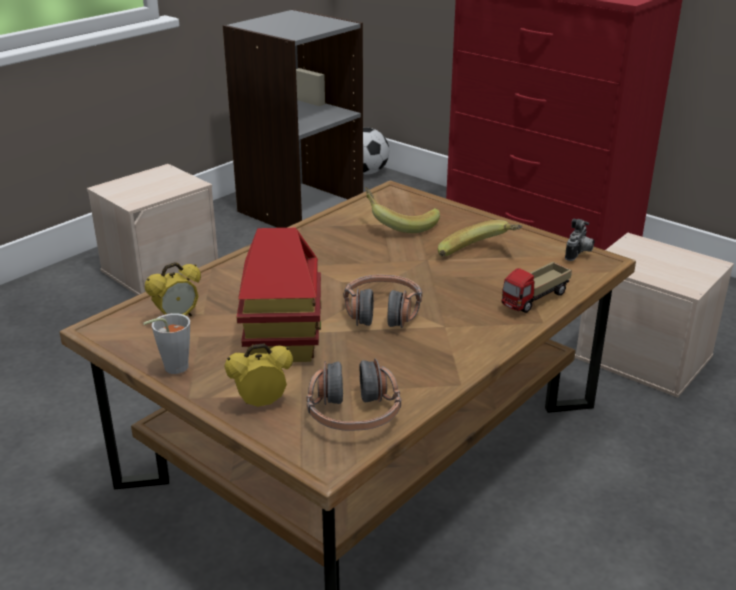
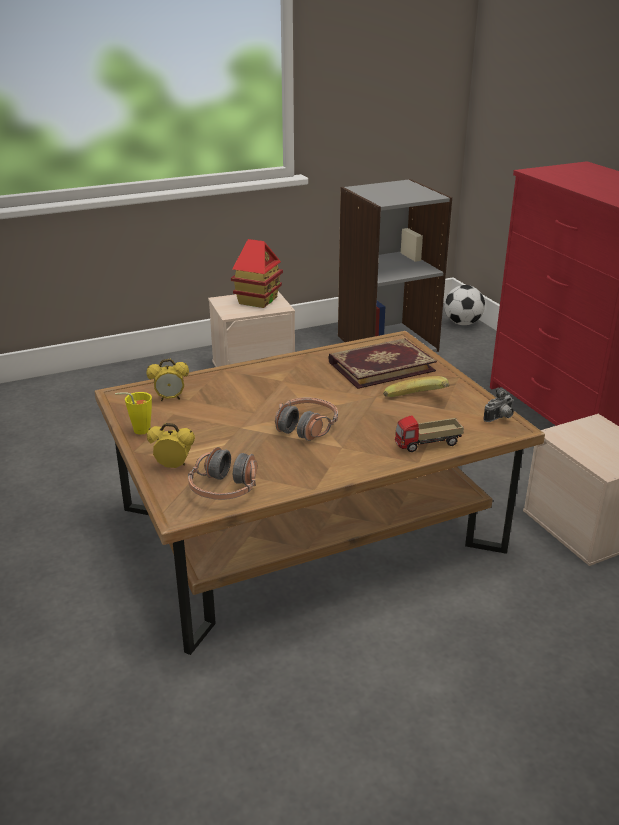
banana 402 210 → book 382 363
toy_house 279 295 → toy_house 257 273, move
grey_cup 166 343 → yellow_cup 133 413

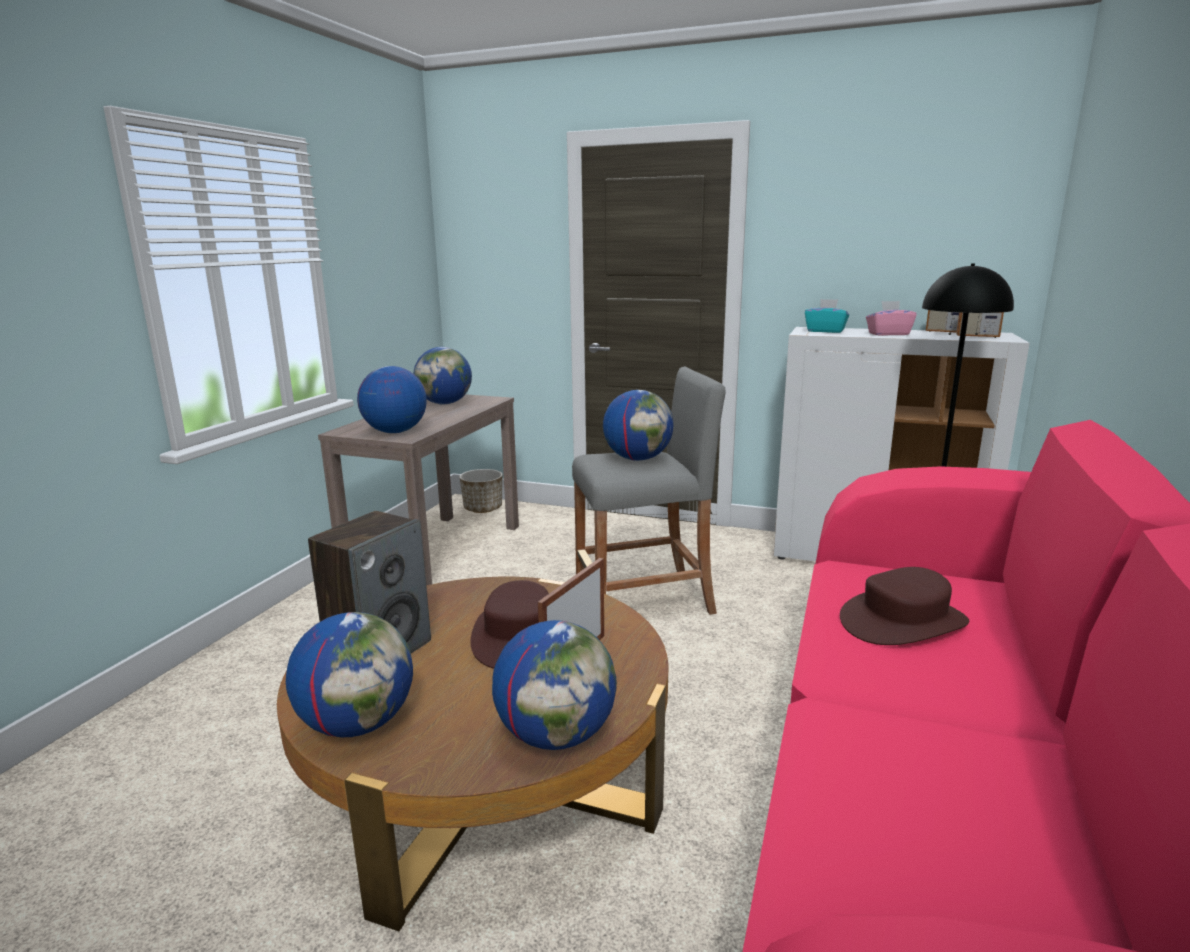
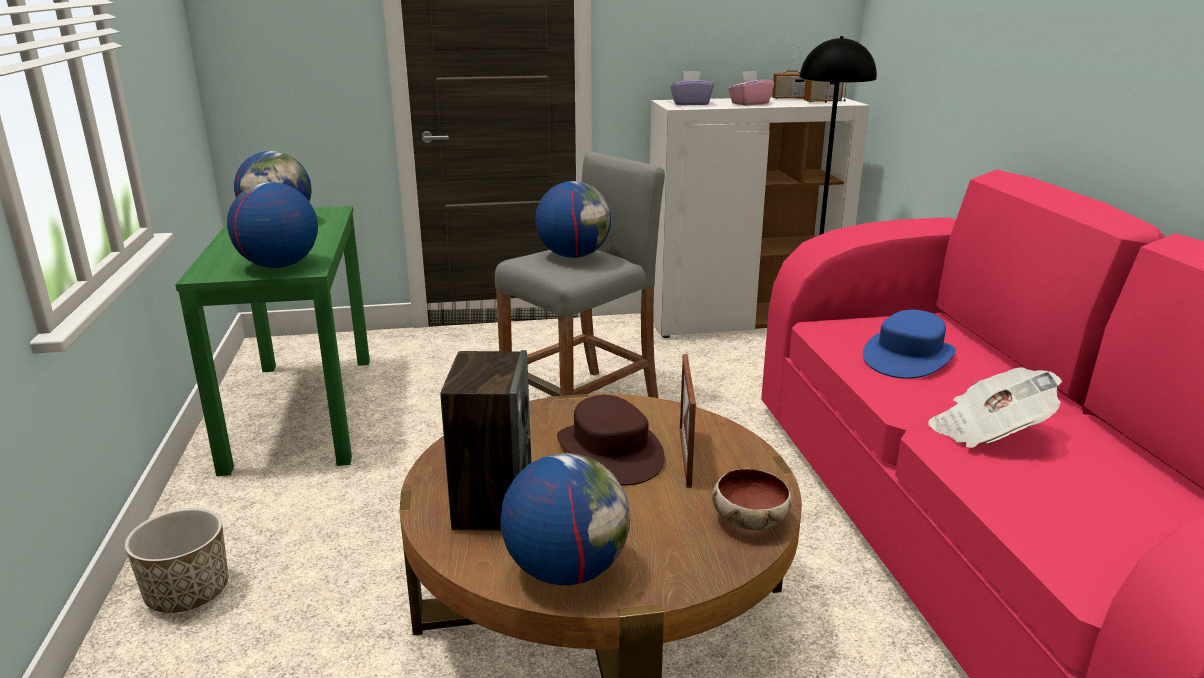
turquoise_tissue_box 827 316 → purple_tissue_box 692 88
brown_console_table 418 490 → green_console_table 272 341
planter 480 491 → planter 176 560, move
brown_hat 904 606 → blue_hat 909 344
globe 554 685 → bowl 752 499
- → newspaper 995 407

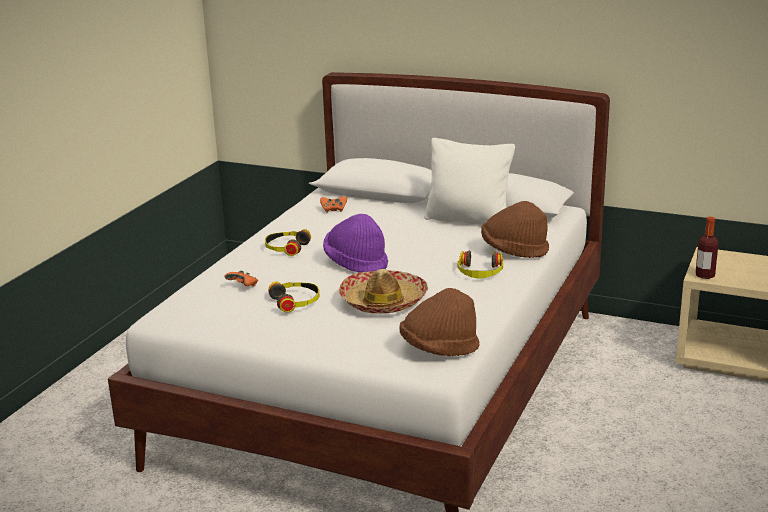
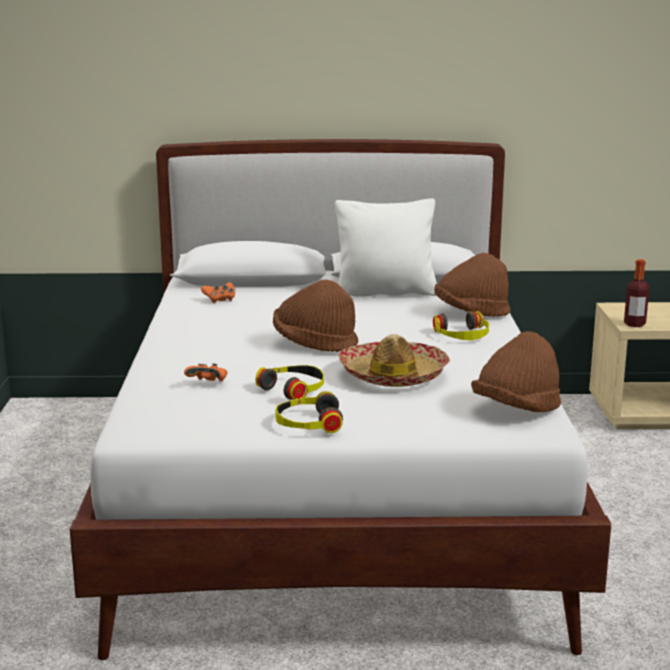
purple_hat 355 243 → brown_hat 315 316
headphones 288 242 → headphones 309 412, move

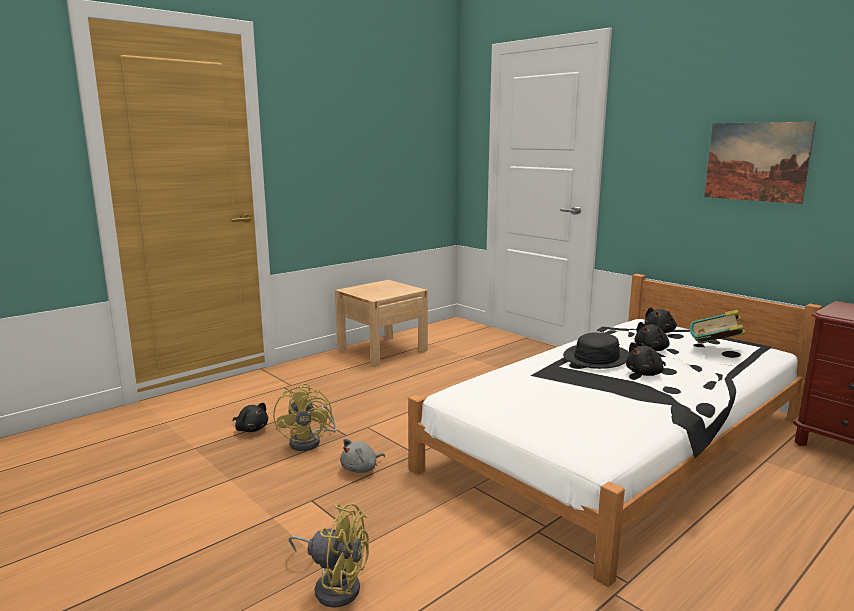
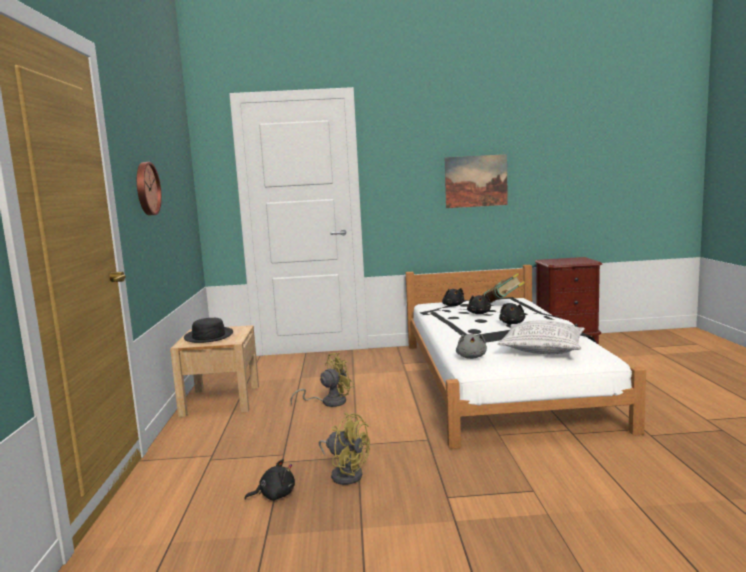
black_hat 596 350 → black_hat 208 330, move
grey_plush_toy 362 456 → grey_plush_toy 471 346, move
yellow_fan 329 555 → yellow_fan 322 379, move
- → wall_clock 149 188
- → pillow 541 337

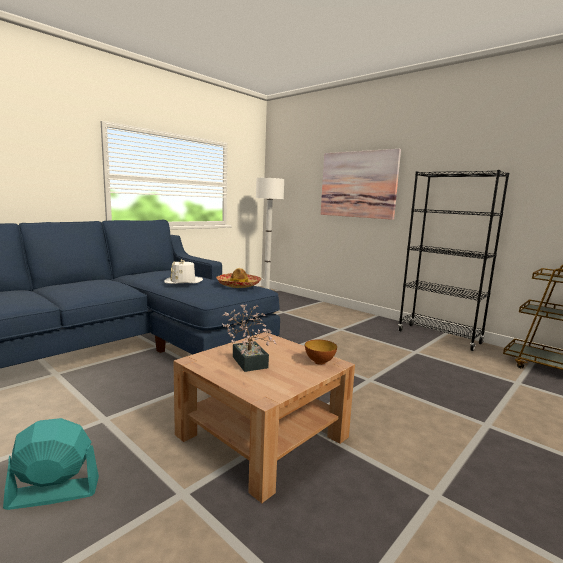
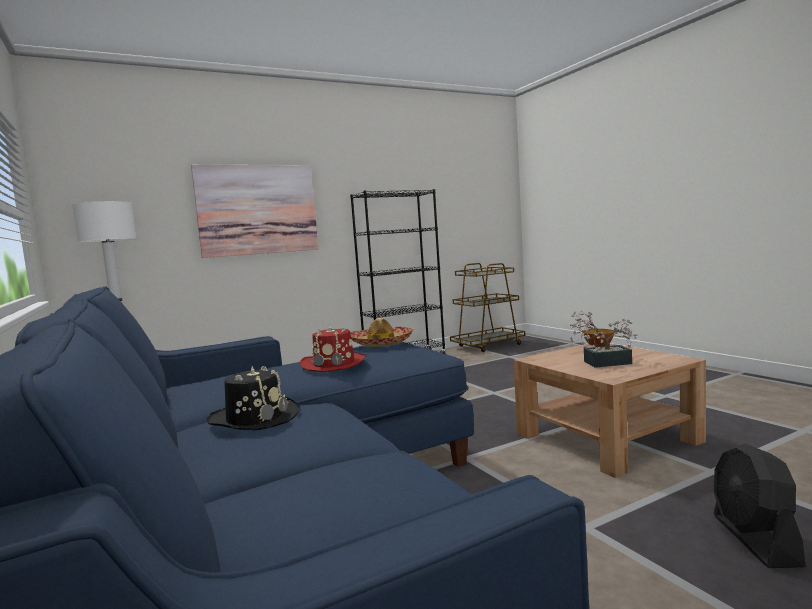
white_hat 183 271 → red_hat 333 348
turquoise_fan 51 464 → black_fan 759 506
- → black_hat 253 398

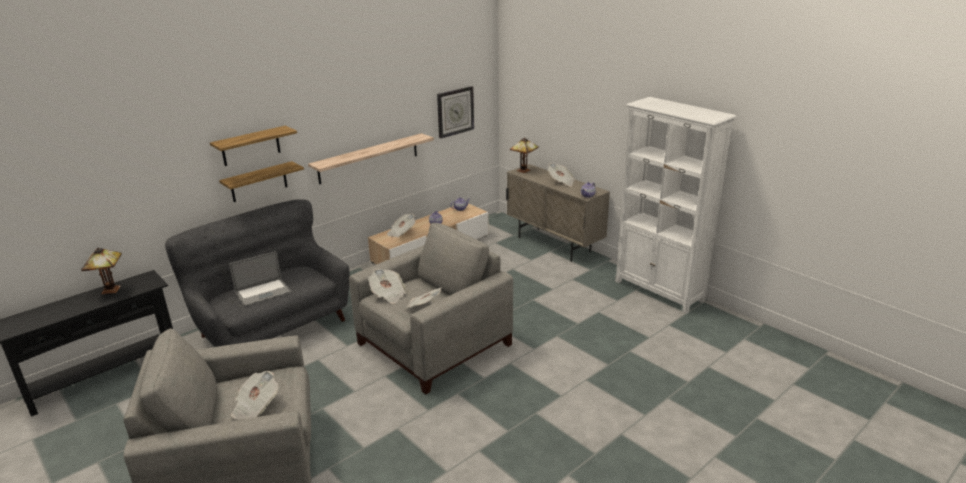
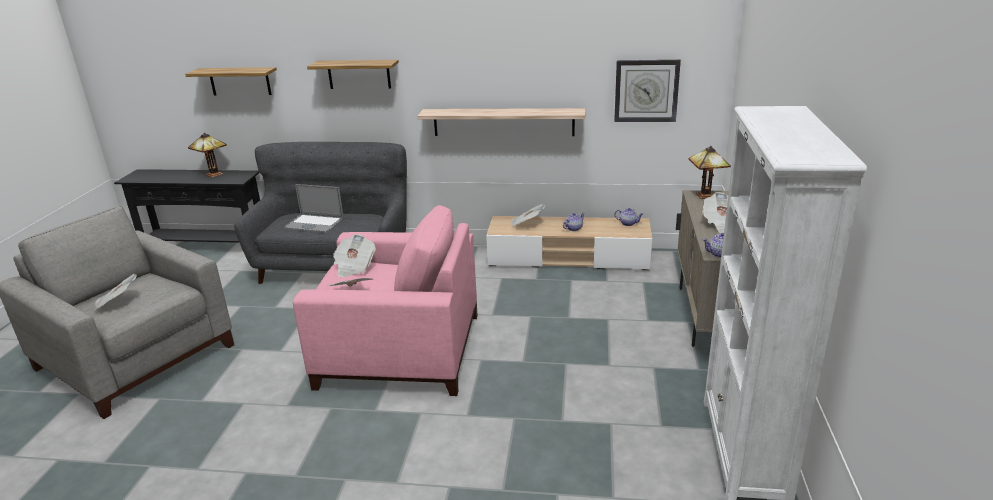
shelf 261 181 → shelf 231 81, move
grey_armchair 431 308 → pink_armchair 385 300

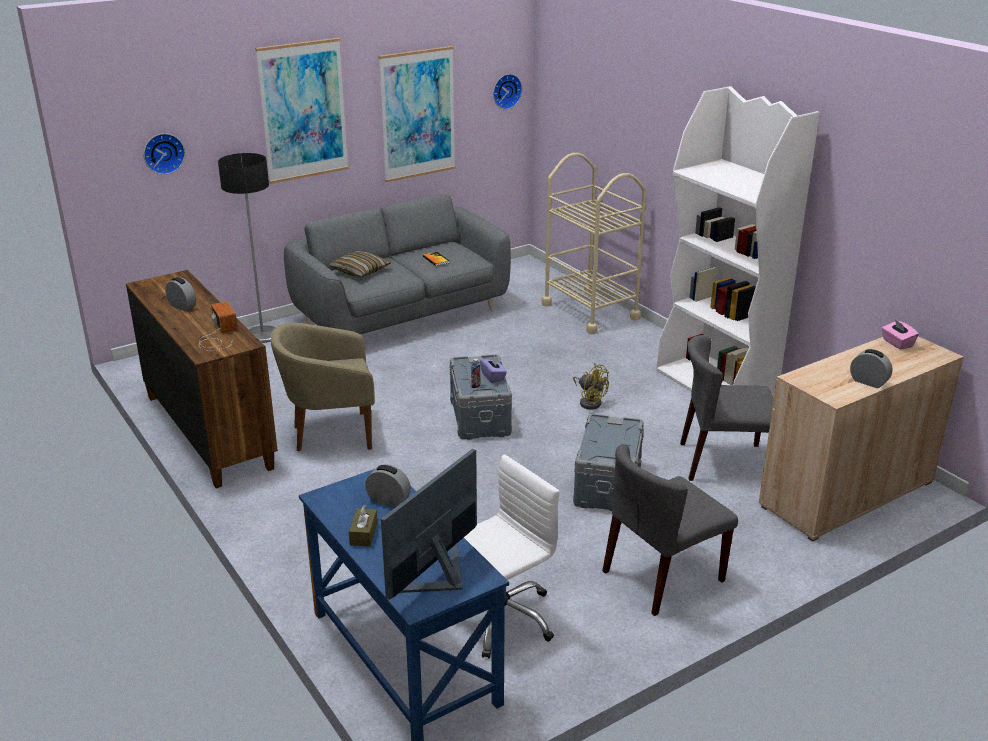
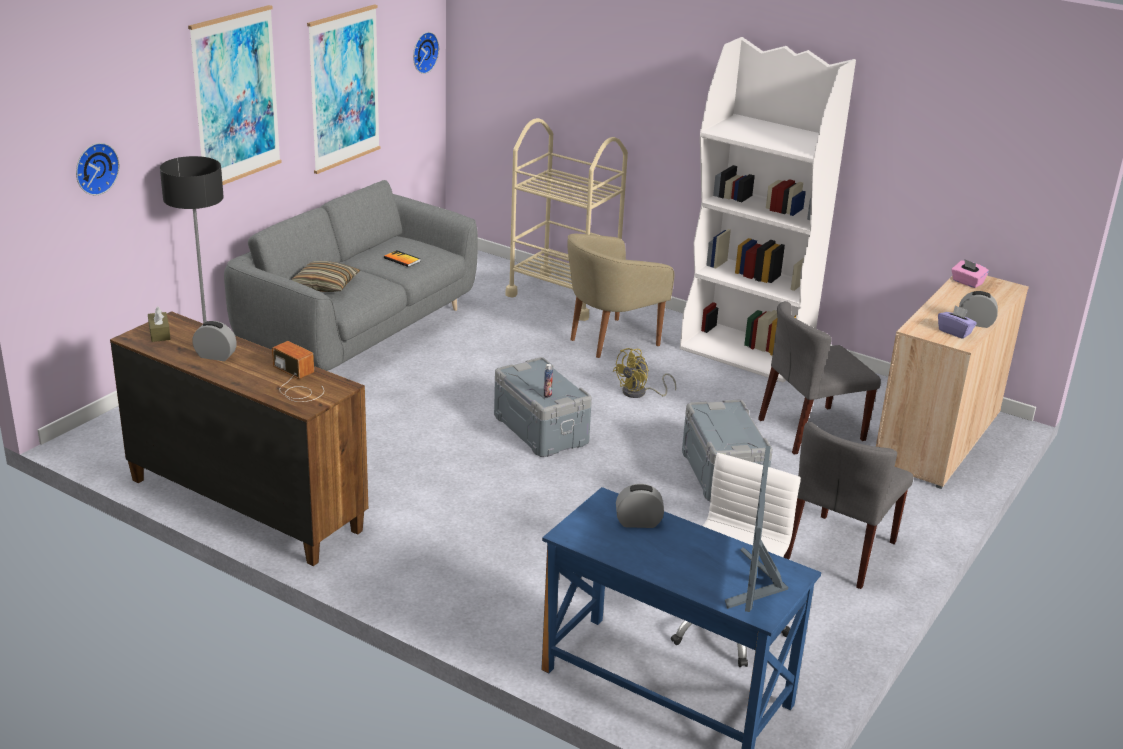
beige_armchair 323 386 → beige_armchair 620 296, move
purple_tissue_box 493 369 → purple_tissue_box 957 322, move
yellow_fan 591 386 → yellow_fan 644 373, 120 degrees clockwise
brown_tissue_box 363 525 → brown_tissue_box 159 324, move

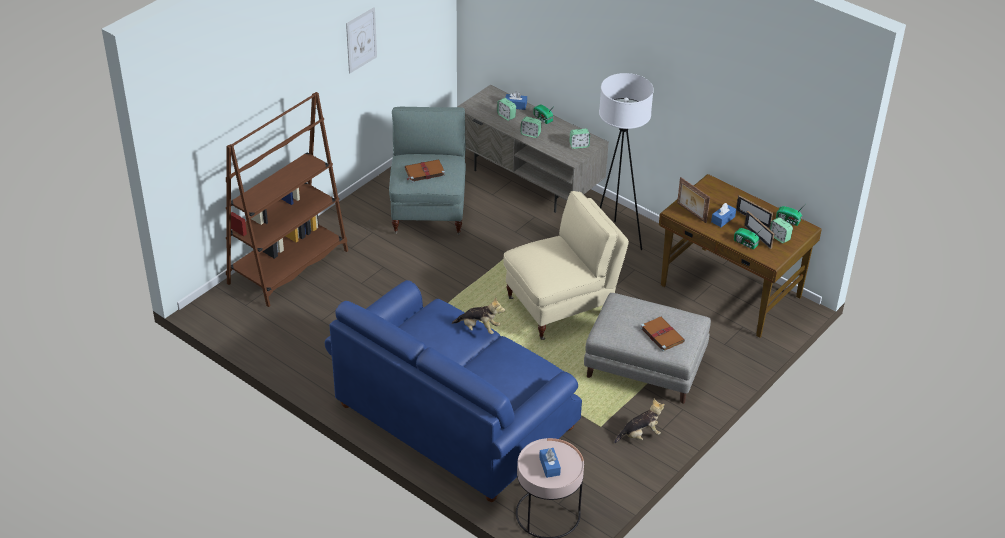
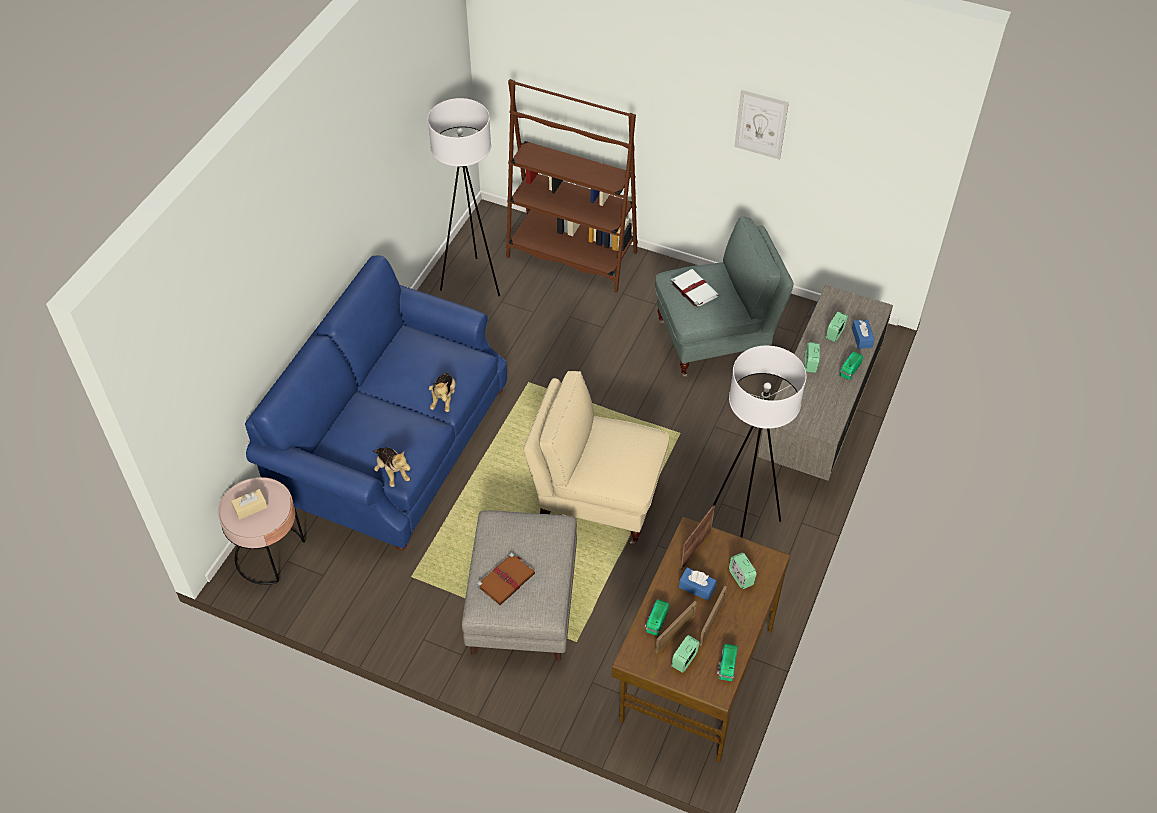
alarm_clock 579 139 → alarm_clock 743 570, move
brown_book 425 170 → white_book 694 288
beige_armchair 566 265 → beige_armchair 596 457, 150 degrees clockwise
plush_toy 639 421 → plush_toy 392 467, move
blue_tissue_box 550 463 → beige_tissue_box 249 504
- → white_floor_lamp 464 197

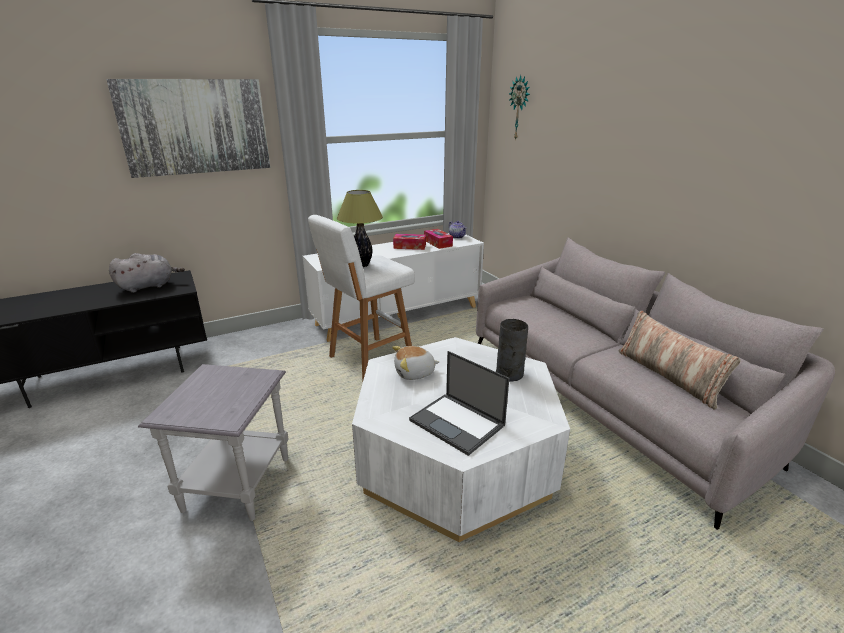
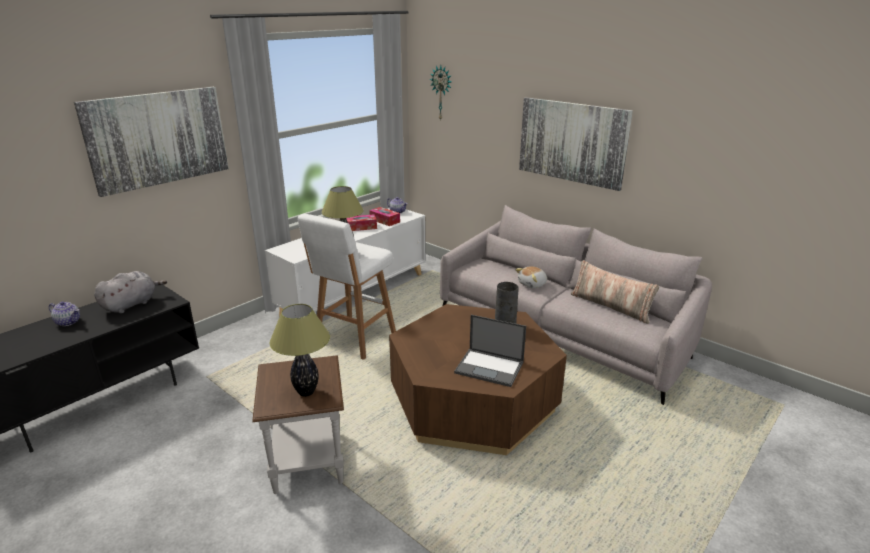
white_coffee_table 461 439 → brown_coffee_table 478 379
plush_toy 415 363 → plush_toy 531 277, move
grey_side_table 213 442 → brown_side_table 298 425
- → picture 576 144
- → teapot 64 313
- → table_lamp 300 350

